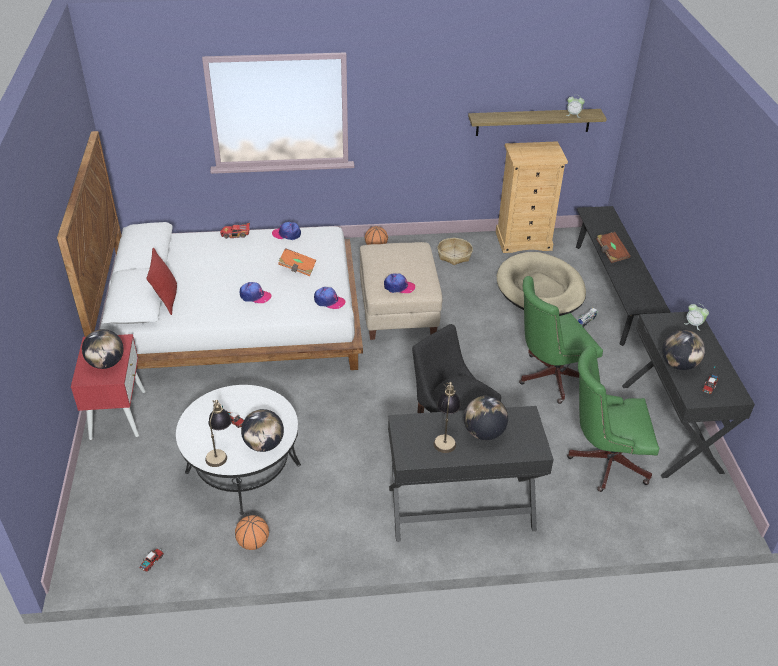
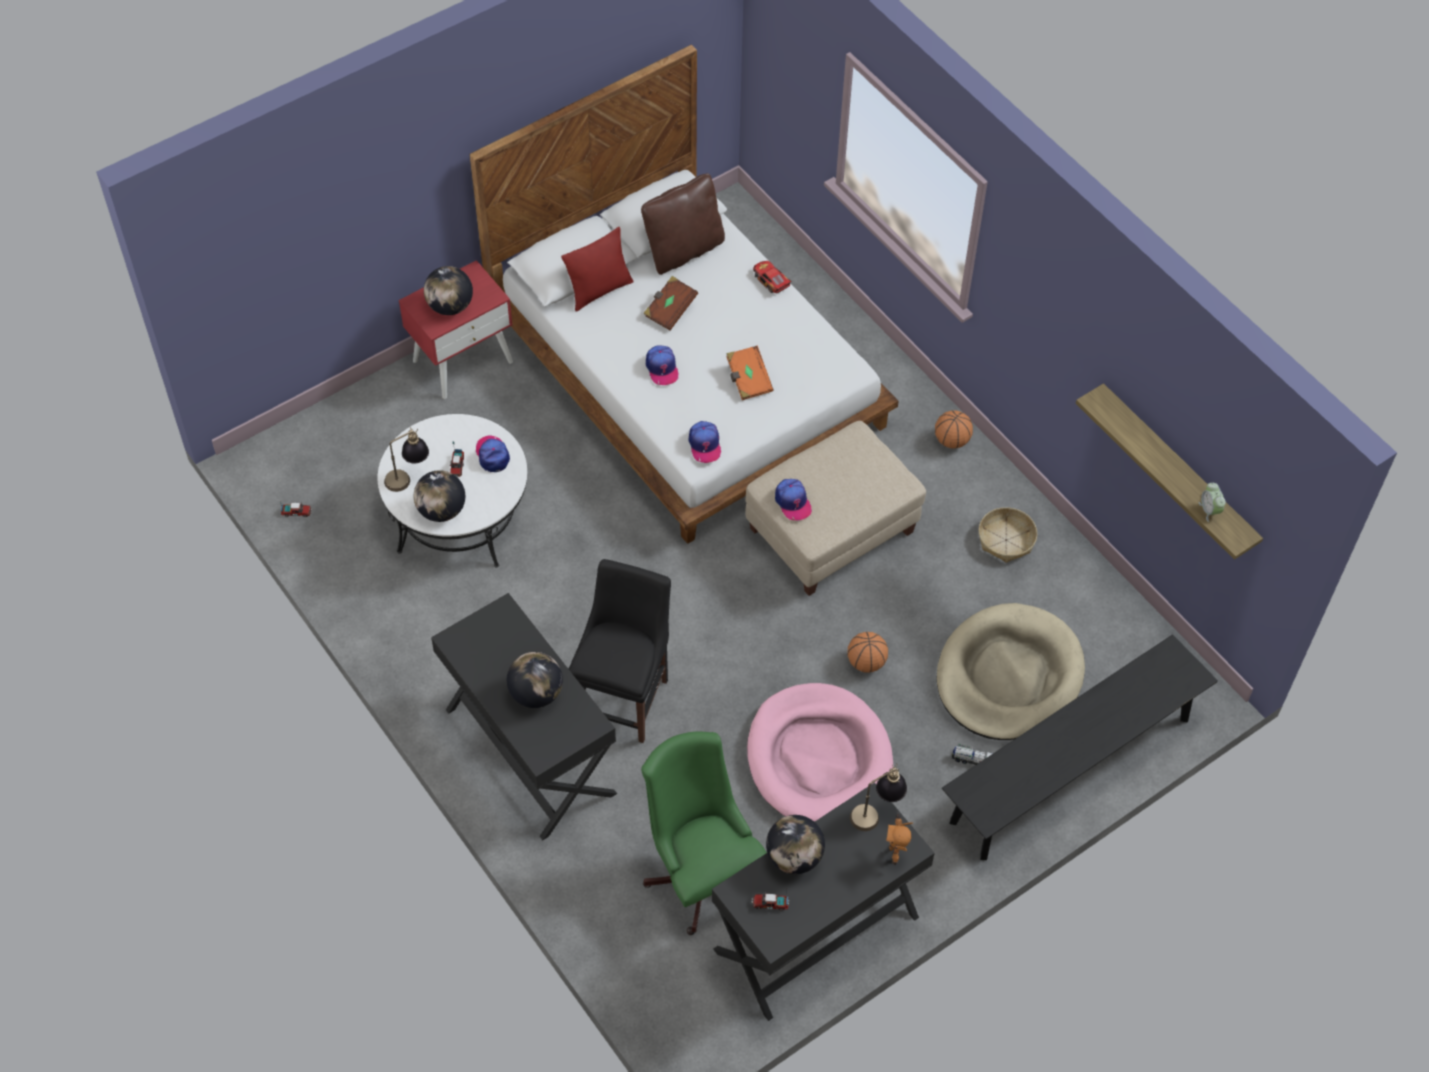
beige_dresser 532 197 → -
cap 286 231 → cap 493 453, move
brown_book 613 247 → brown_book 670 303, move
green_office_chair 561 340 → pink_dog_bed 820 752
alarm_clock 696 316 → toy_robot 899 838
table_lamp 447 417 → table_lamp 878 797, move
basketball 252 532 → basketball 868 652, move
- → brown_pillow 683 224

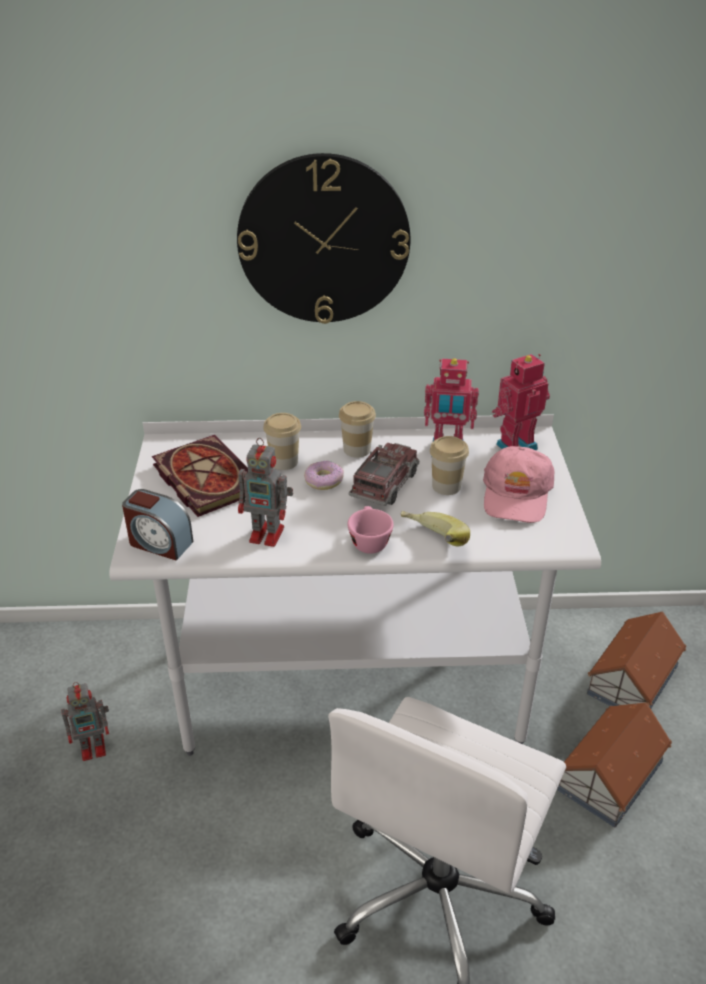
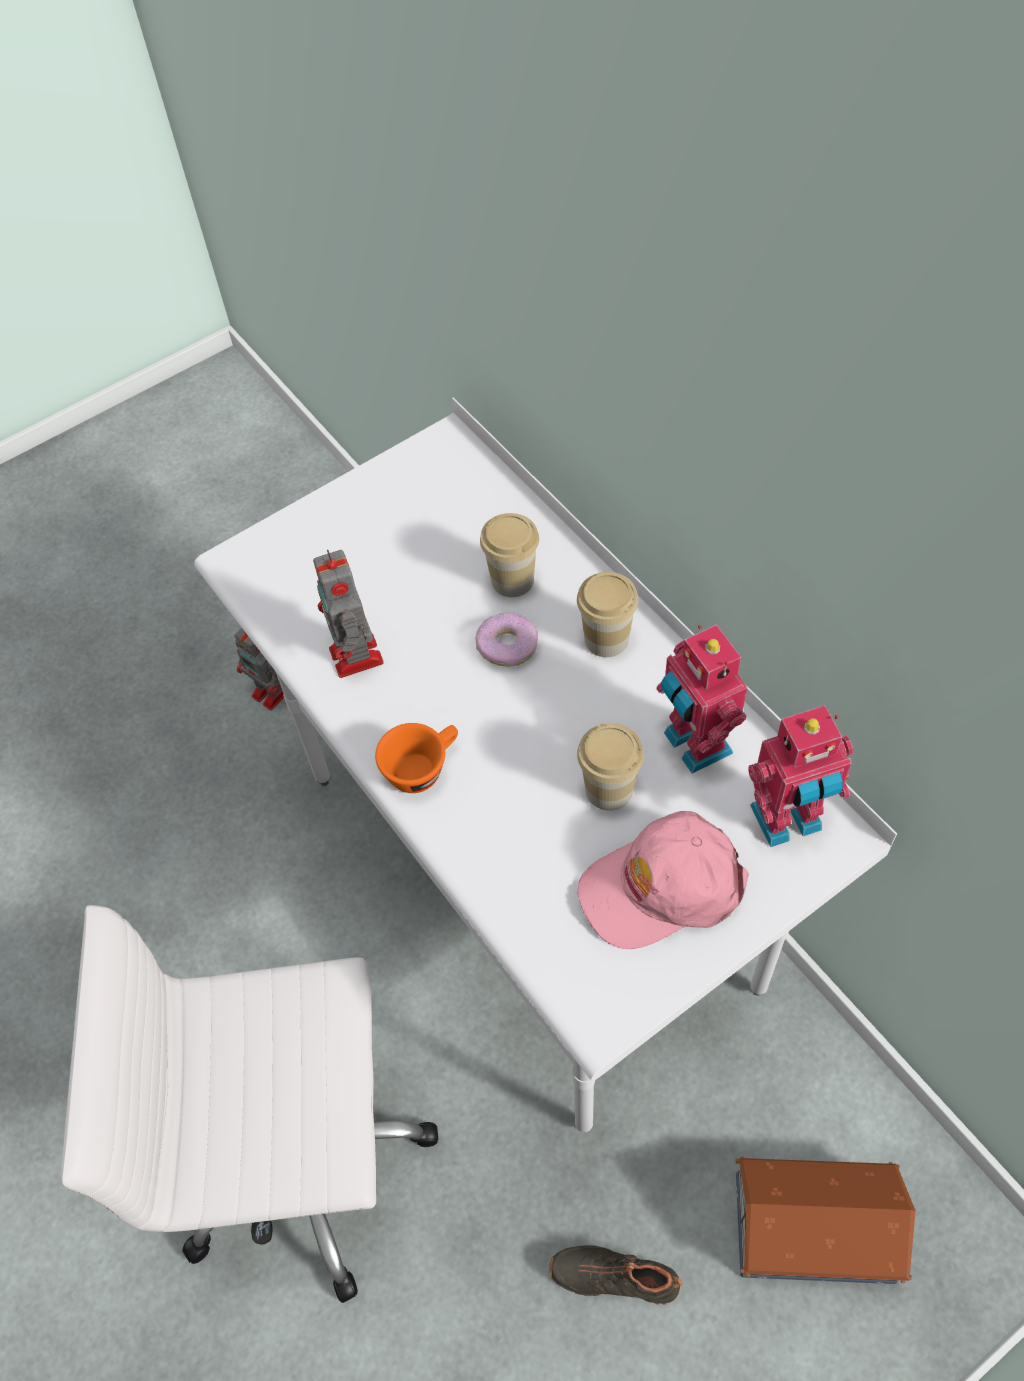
wall_clock 323 238 → -
toy_robot 521 402 → toy_robot 800 776, 135 degrees clockwise
book 200 476 → -
toy_truck 384 474 → -
alarm_clock 157 525 → -
pink_cup 370 530 → orange_cup 416 758
banana 435 529 → -
toy_house 614 764 → black_shoe 616 1275

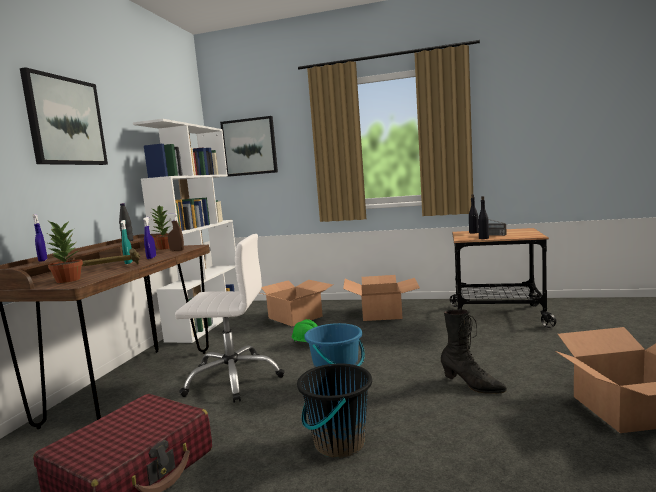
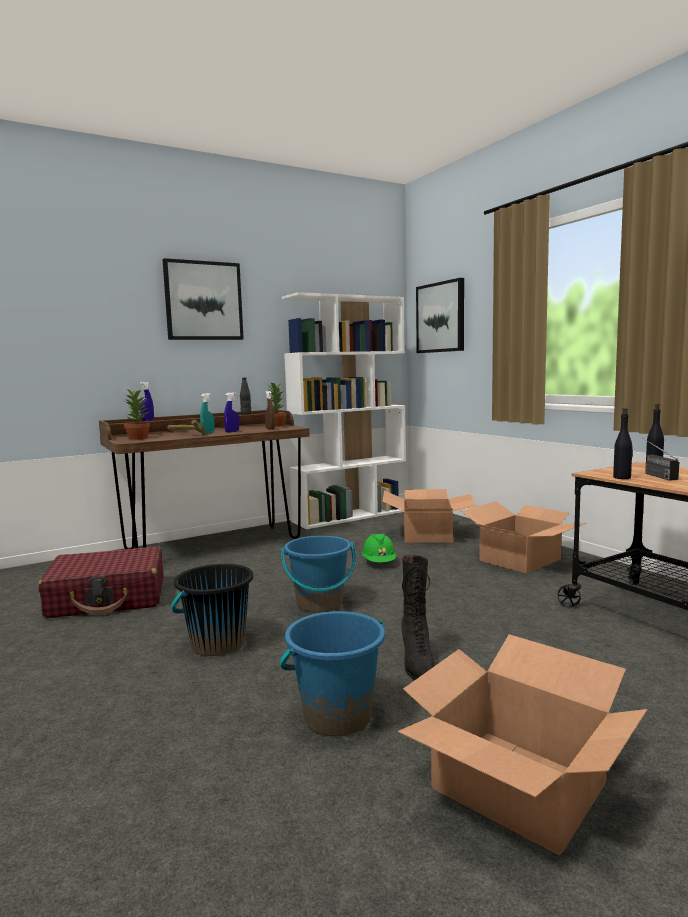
white_office_chair 230 318 → -
- → blue_bucket 332 673

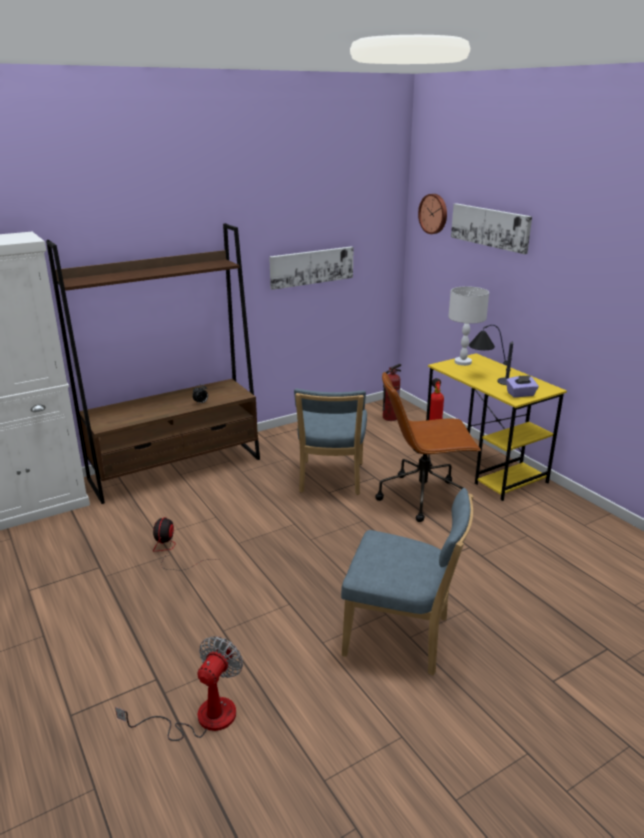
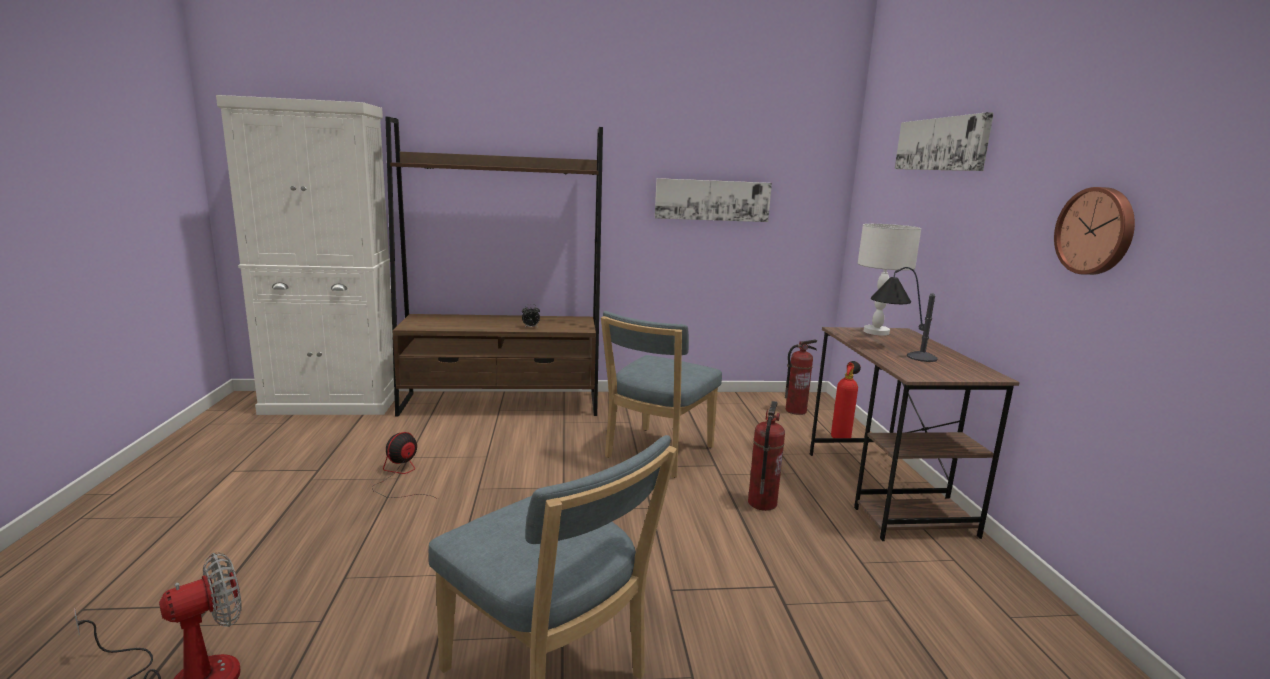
wall_clock 432 214 → wall_clock 1094 231, move
yellow_desk 496 427 → brown_desk 915 434
brown_office_chair 428 447 → fire_extinguisher 766 456
purple_tissue_box 522 386 → -

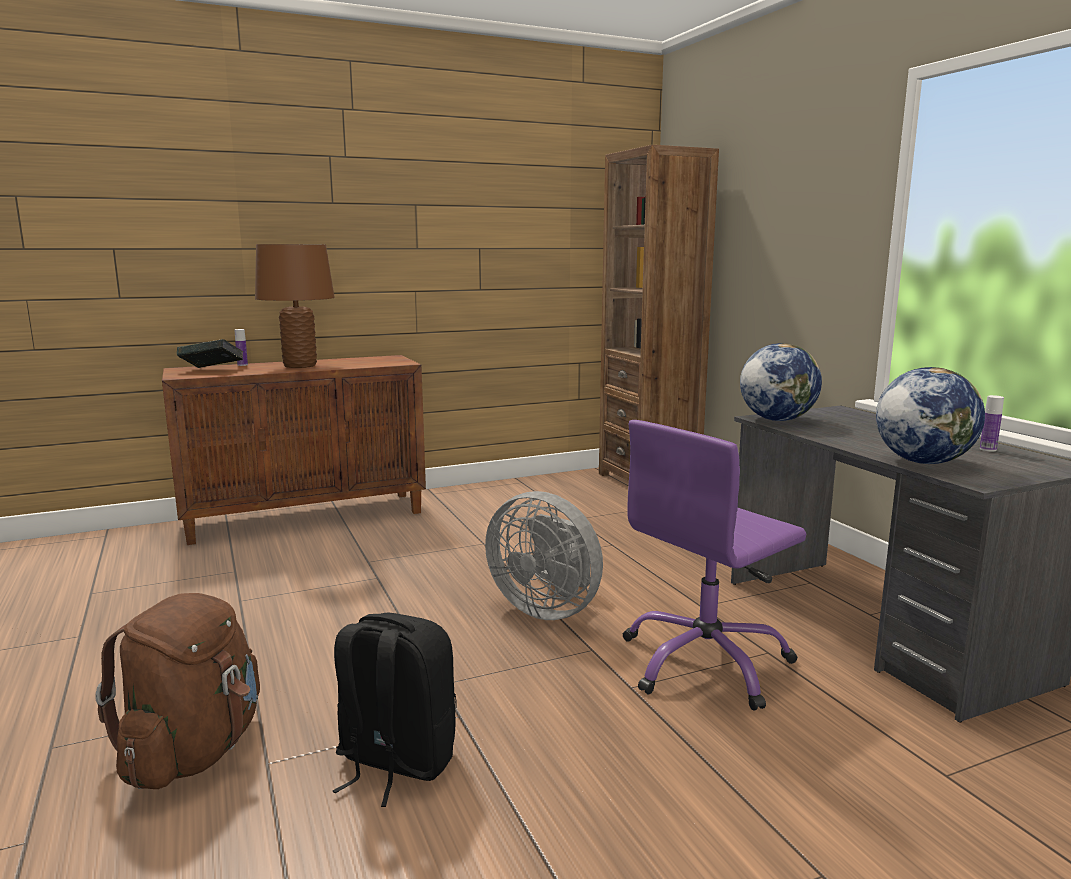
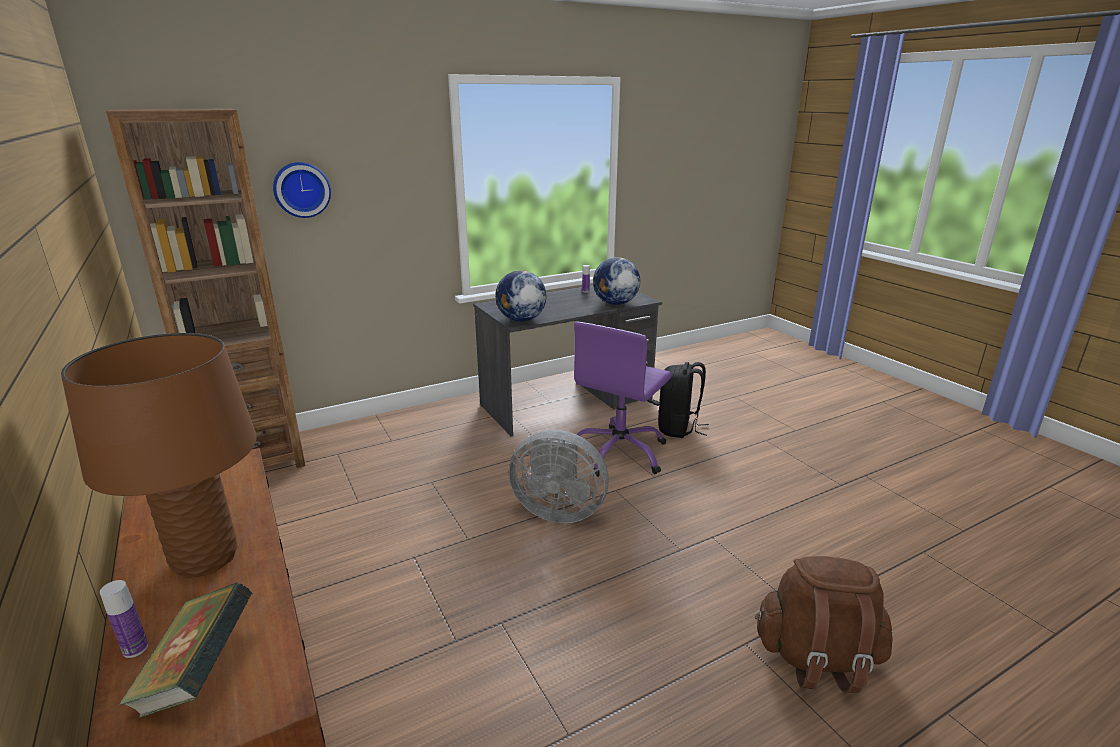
purple_office_chair 714 565 → purple_office_chair 623 399, 75 degrees clockwise
grey_fan 544 555 → grey_fan 559 476, 75 degrees clockwise
black_backpack 395 710 → black_backpack 683 400, move
- → wall_clock 302 190

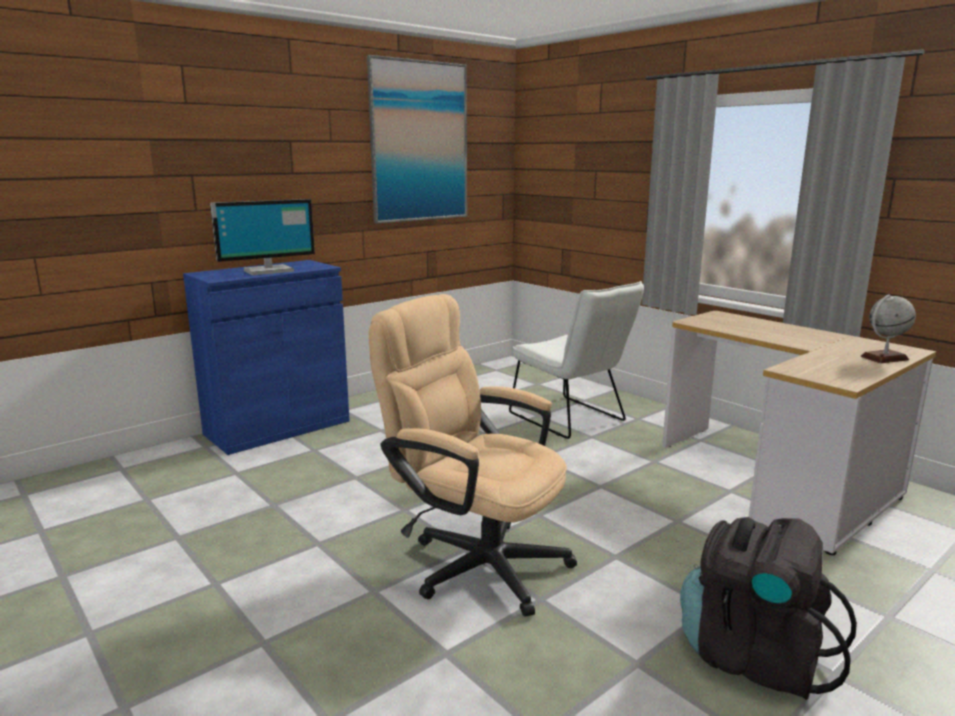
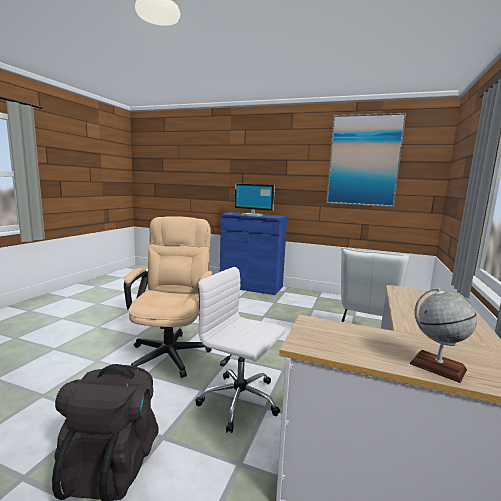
- → white_office_chair 240 350

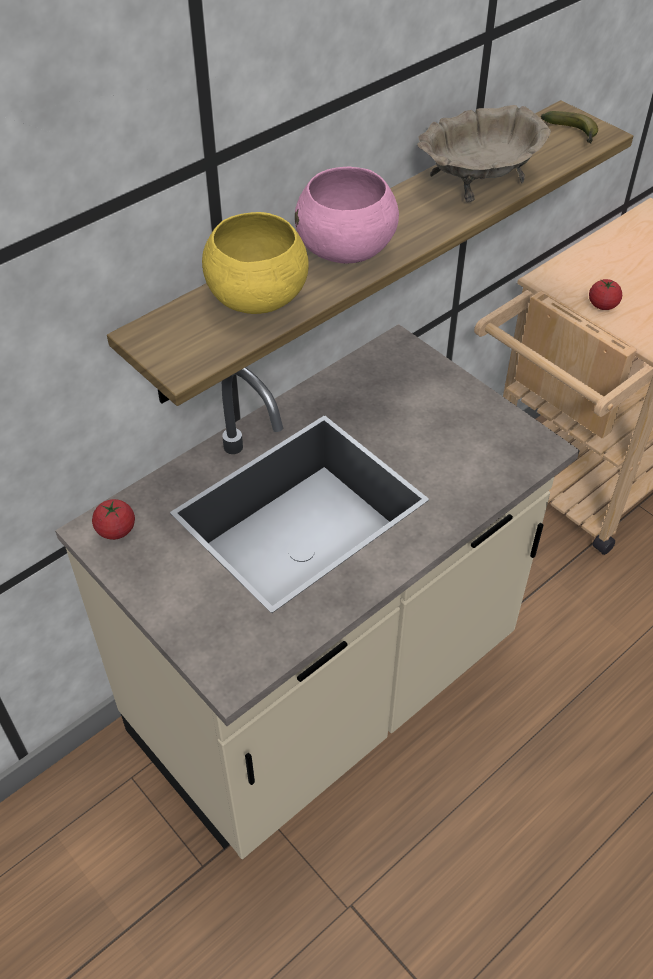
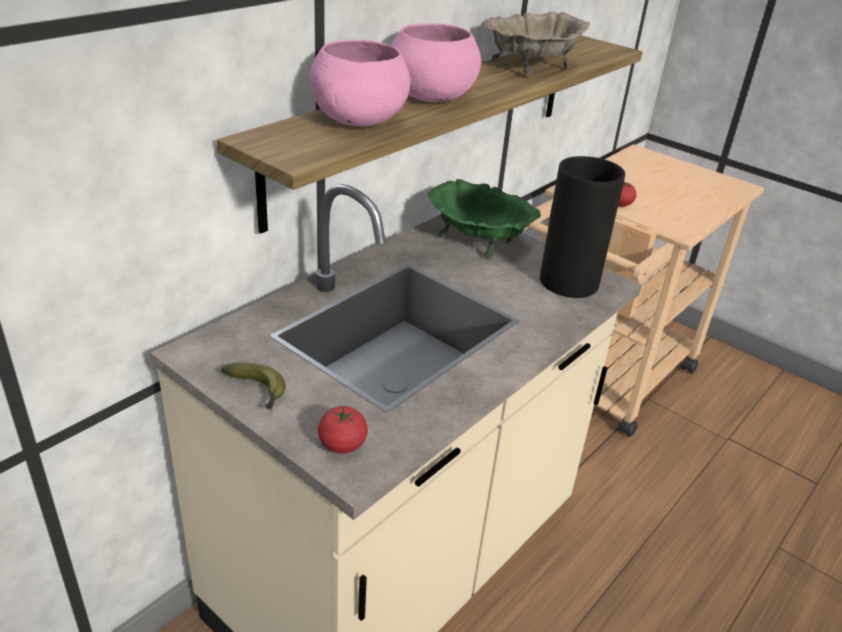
banana 569 127 → banana 253 386, move
yellow_bowl 255 263 → pink_bowl 360 83
tomato 113 519 → tomato 343 429, move
- → vase 582 227
- → green_bowl 484 218

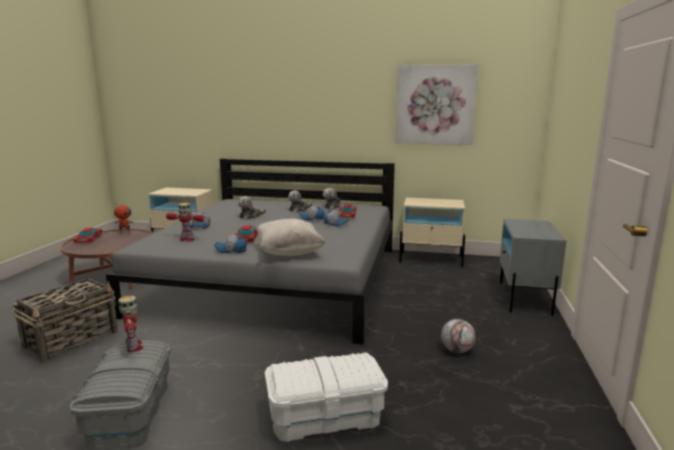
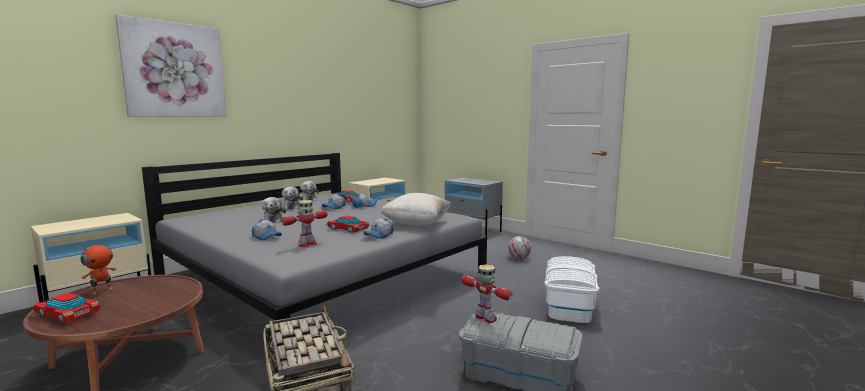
picture 436 104 → picture 170 65, move
toy_robot 131 324 → toy_robot 486 294, 45 degrees clockwise

